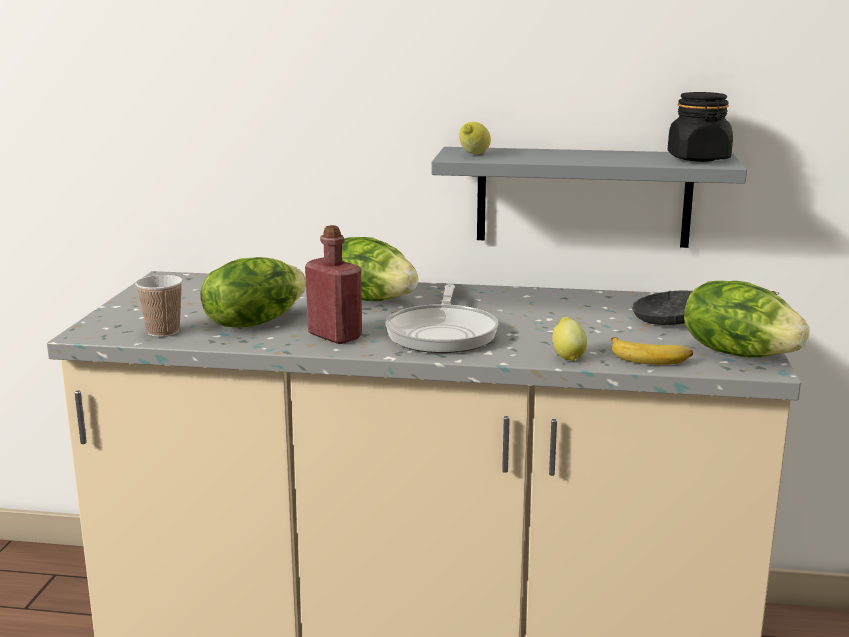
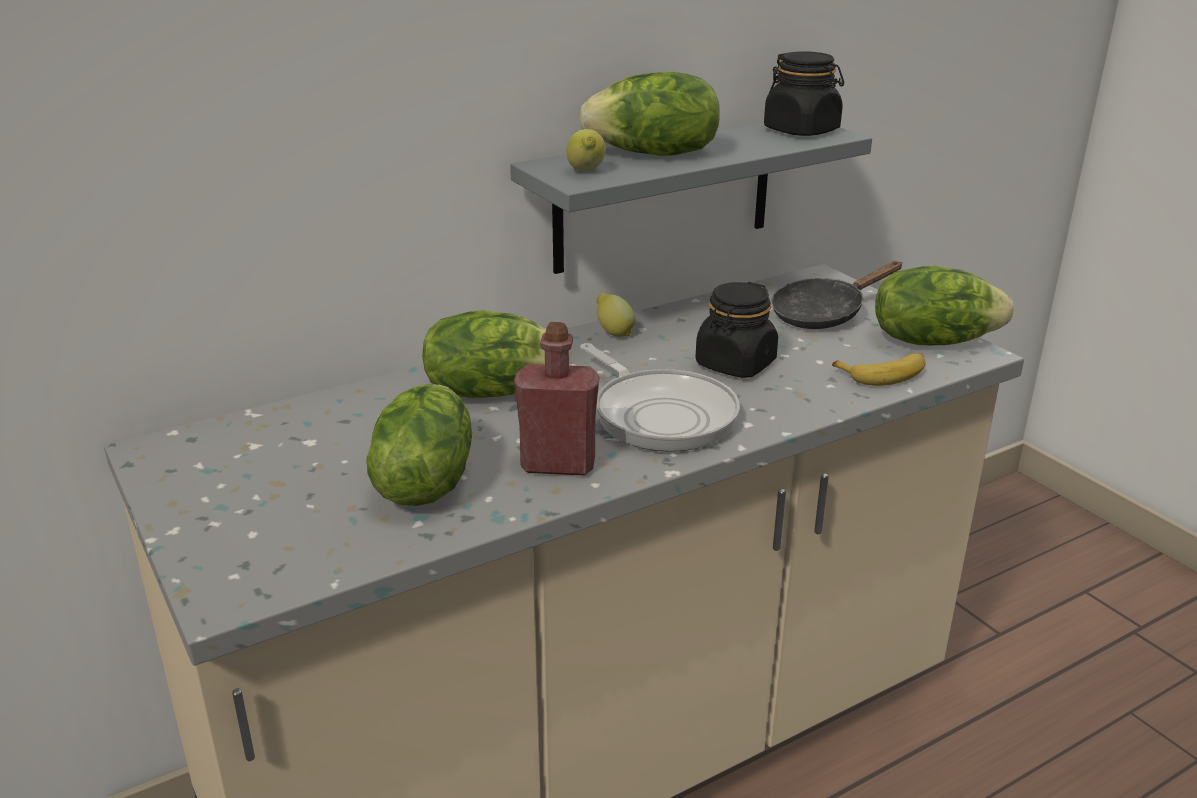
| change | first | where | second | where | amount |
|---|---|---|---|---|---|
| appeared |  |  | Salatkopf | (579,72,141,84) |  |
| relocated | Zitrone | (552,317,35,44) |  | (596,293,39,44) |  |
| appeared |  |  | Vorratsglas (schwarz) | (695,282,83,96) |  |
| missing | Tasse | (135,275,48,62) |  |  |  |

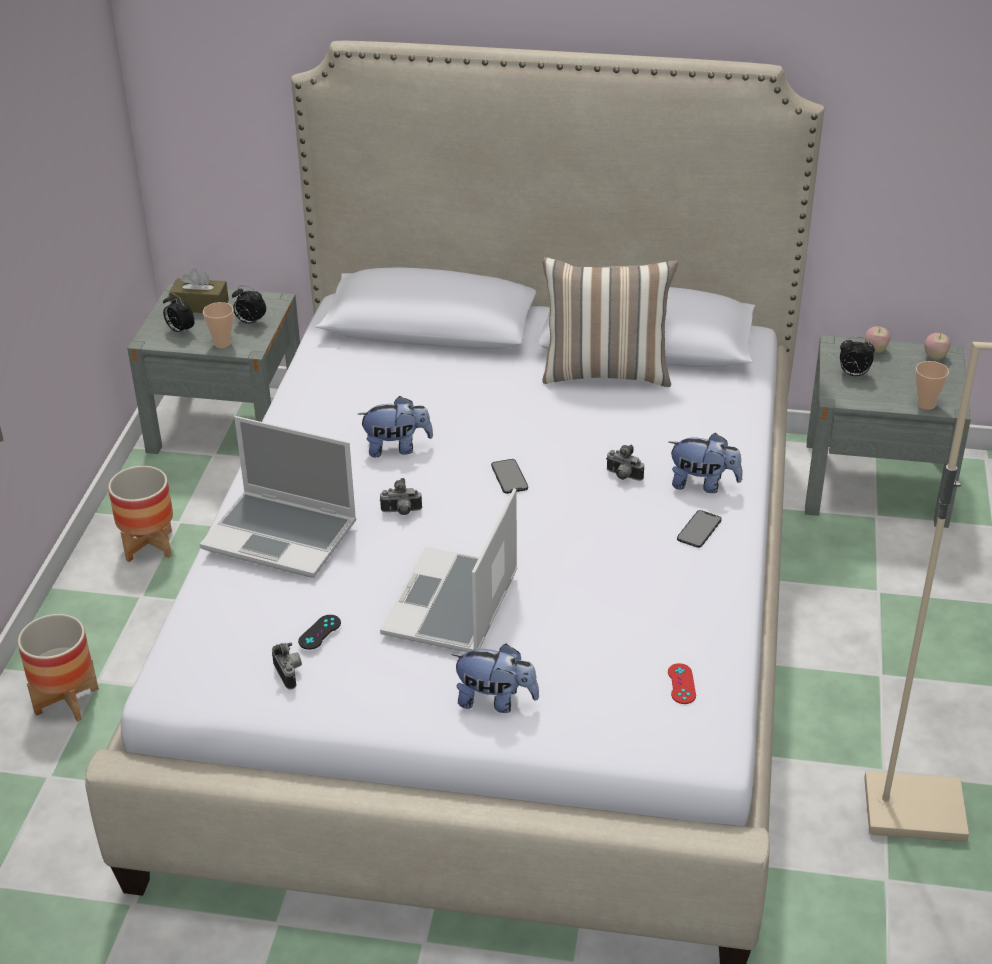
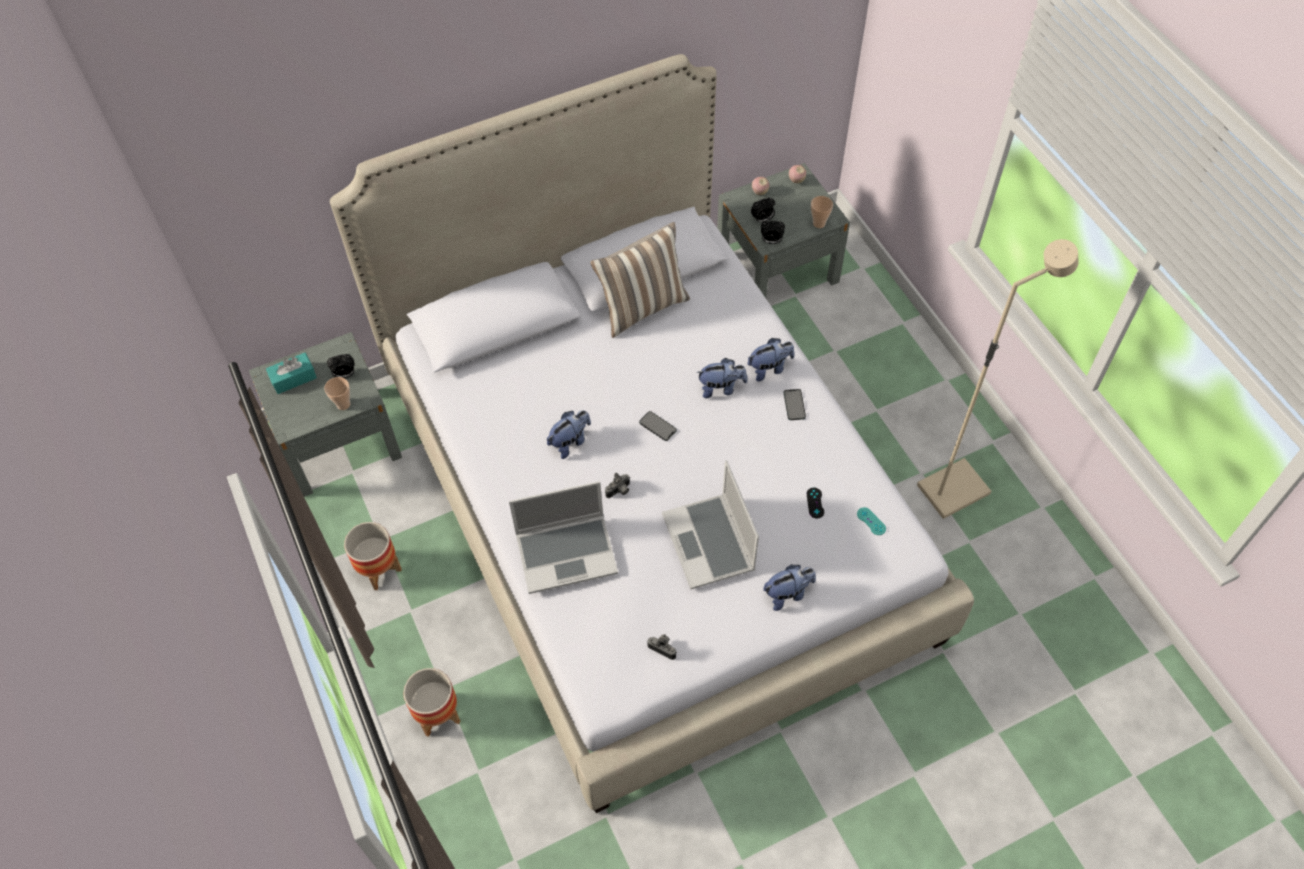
| change | first | where | second | where | amount |
|---|---|---|---|---|---|
| colour | Taschentuchbox (braun) | (169,268,60,45) | Taschentuchbox (türkis) | (266,353,51,41) |  |
| exchanged | Kamera | (606,445,38,36) | Plüschtier | (696,358,52,40) |  |
| relocated | Wecker | (163,293,32,42) |  | (761,220,24,24) |  |
| relocated | Gamepad (schwarz) | (298,615,43,35) |  | (807,488,17,31) |  |
| colour | Gamepad (rot) | (668,663,28,41) | Gamepad (türkis) | (857,507,29,28) |  |

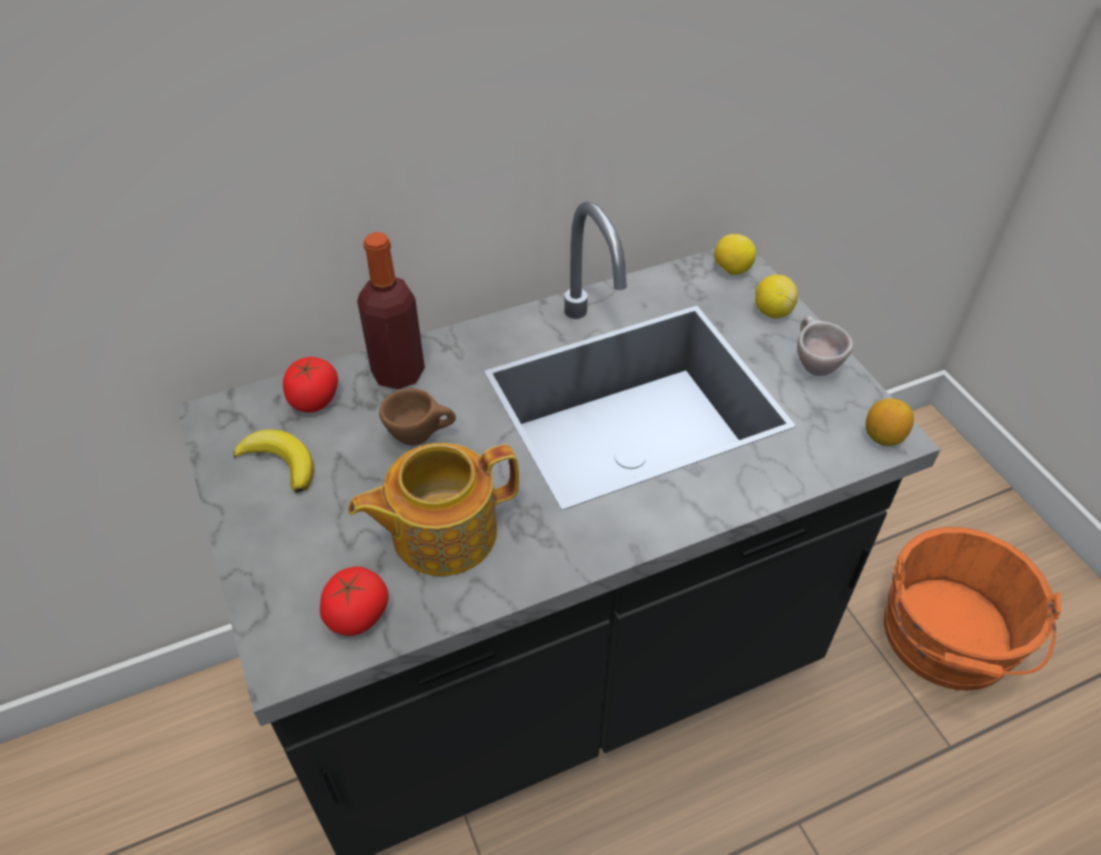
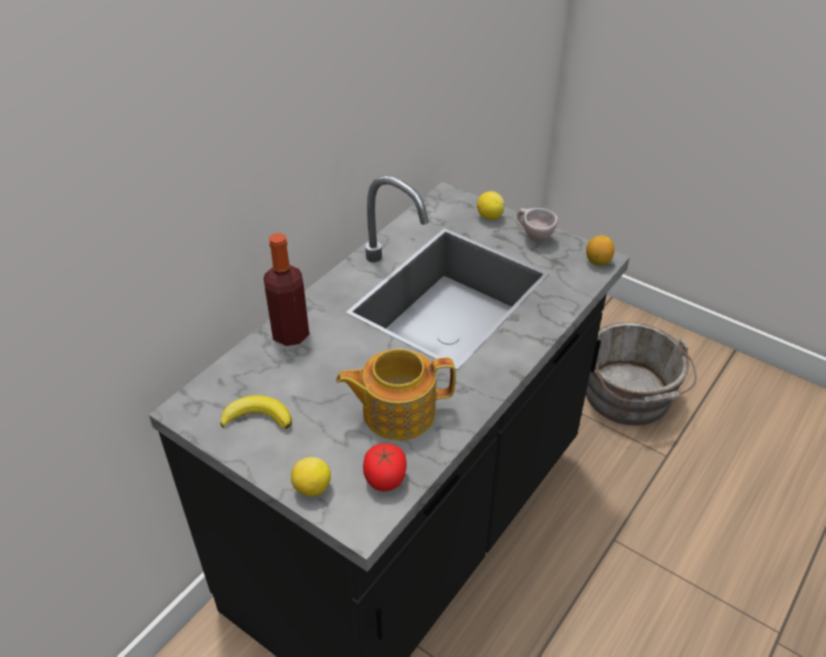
| change | first | where | second | where | amount |
|---|---|---|---|---|---|
| relocated | Zitrone | (714,234,42,41) |  | (291,457,40,40) |  |
| spun | Teekanne | (348,443,171,133) |  | (336,349,120,91) | 45 degrees clockwise |
| colour | Eimer (orange) | (884,527,177,164) | Eimer (grau) | (586,322,111,104) |  |
| missing | Tomate | (283,357,55,56) |  |  |  |
| missing | Tasse (braun) | (379,388,77,58) |  |  |  |

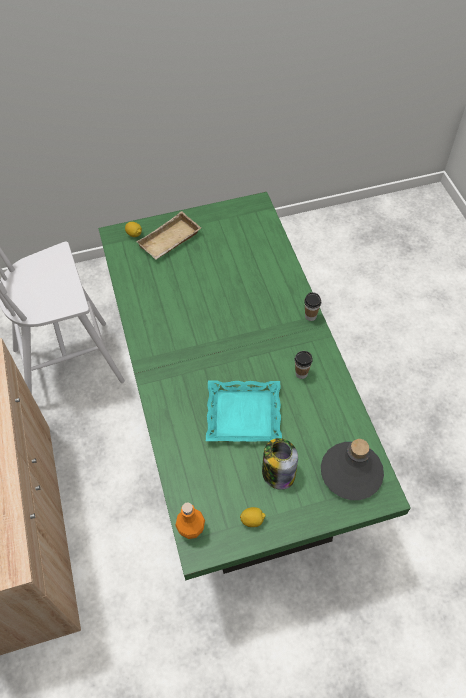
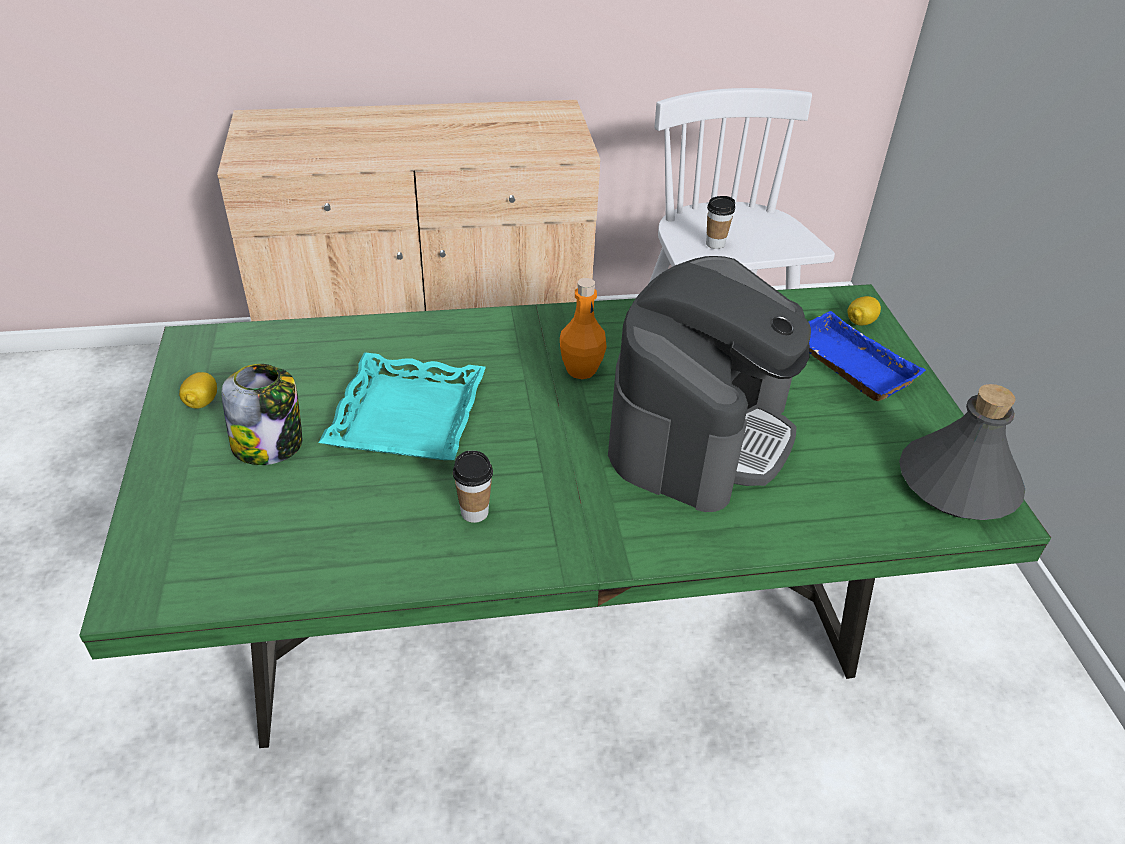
| change | first | where | second | where | amount |
|---|---|---|---|---|---|
| relocated | Flasche (orange) | (175,502,30,37) |  | (560,278,47,101) |  |
| appeared |  |  | Kaffeemaschine | (608,256,203,256) |  |
| relocated | Tasse | (304,292,17,29) |  | (706,196,29,53) |  |
| colour | Tablett (beige) | (136,211,65,49) | Tablett (blau) | (809,311,117,90) |  |
| relocated | Flasche (grau) | (321,439,63,61) |  | (899,384,126,136) |  |

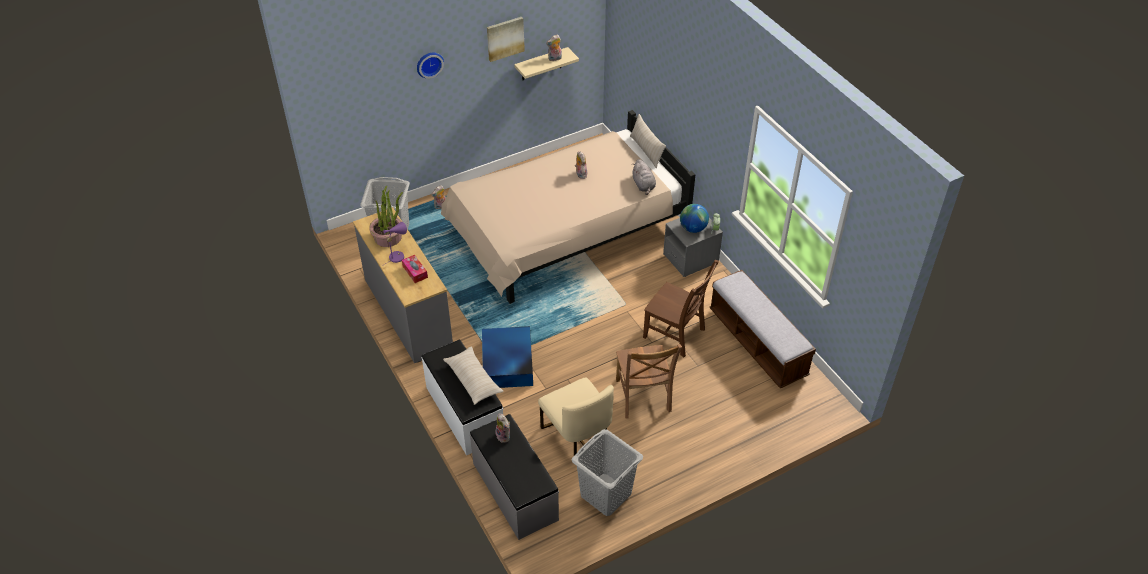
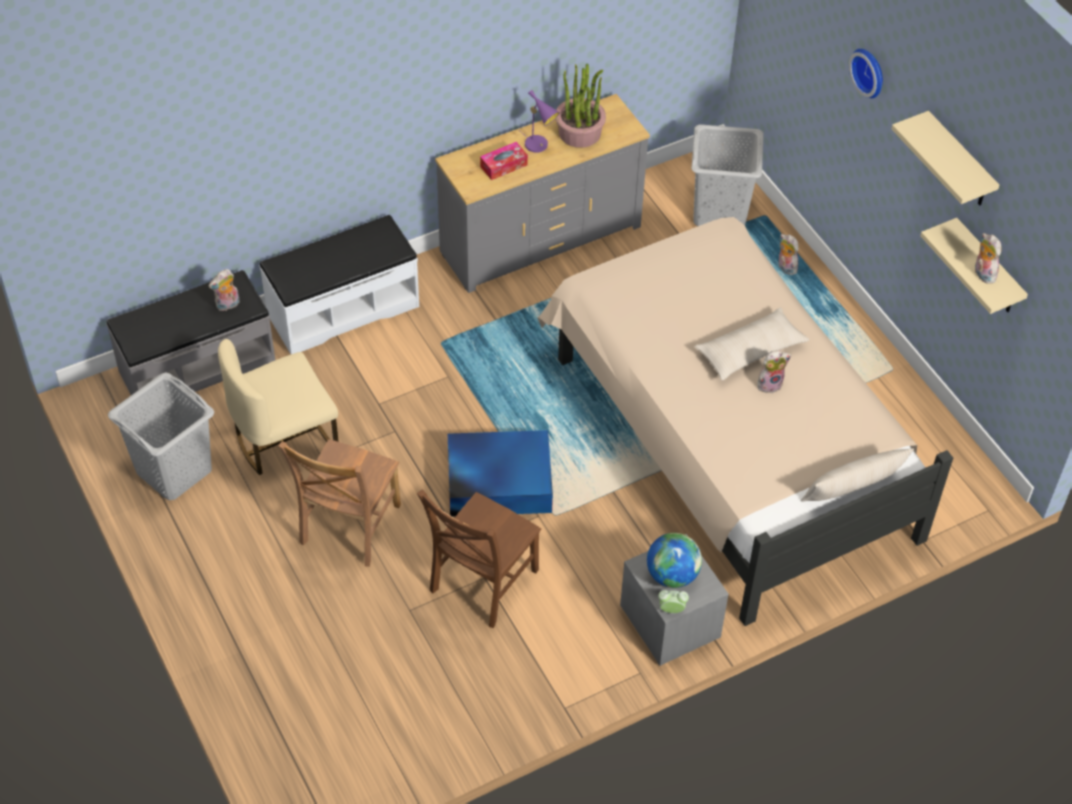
| change | first | where | second | where | amount |
|---|---|---|---|---|---|
| spun | Stuhl (braun) | (616,344,66,74) |  | (278,439,123,128) | 60 degrees counterclockwise |
| relocated | Aufbewahrungsbox (blau) | (482,326,51,62) |  | (448,430,105,86) |  |
| relocated | Kissen (beige) | (443,346,60,59) |  | (694,307,115,73) |  |
| exchanged | Bild | (487,17,38,45) | Wandregal (beige) | (892,111,107,94) |  |
| missing | Plüschtier (grau) | (632,159,24,36) |  |  |  |
| missing | Bank | (709,270,107,119) |  |  |  |

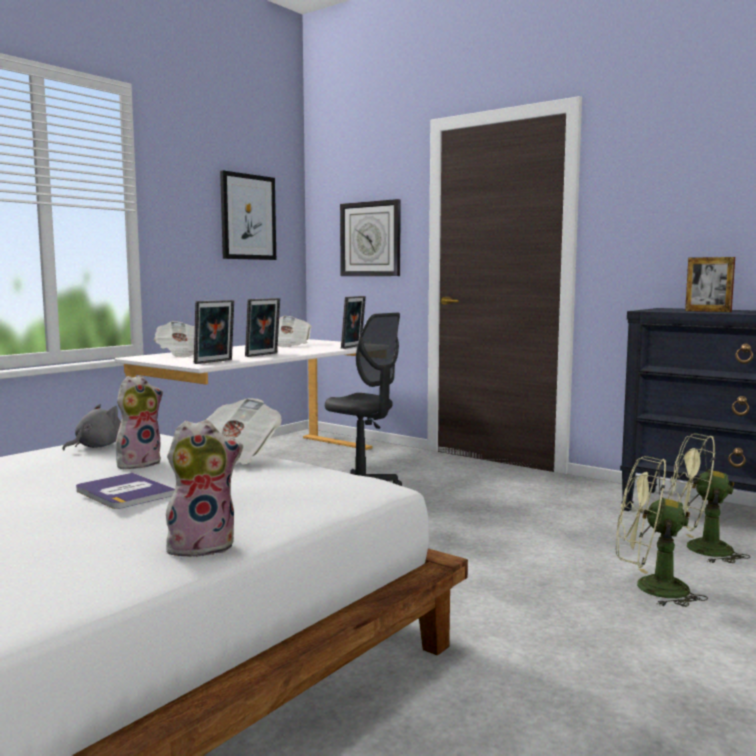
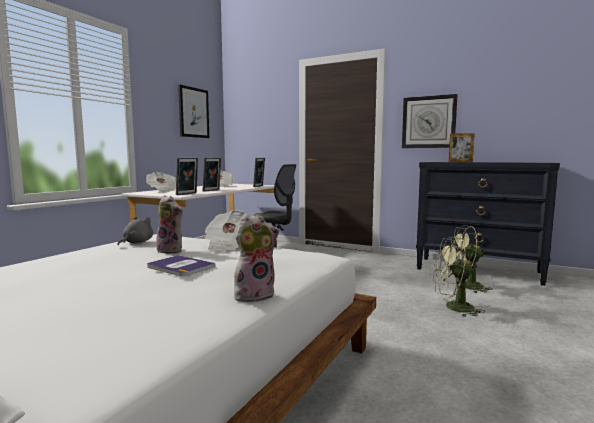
| change | first | where | second | where | amount |
|---|---|---|---|---|---|
| spun | Plüschtier | (116,375,47,94) |  | (156,195,27,59) | 90 degrees clockwise |
| relocated | Wanduhr | (340,199,61,77) |  | (402,94,56,54) |  |

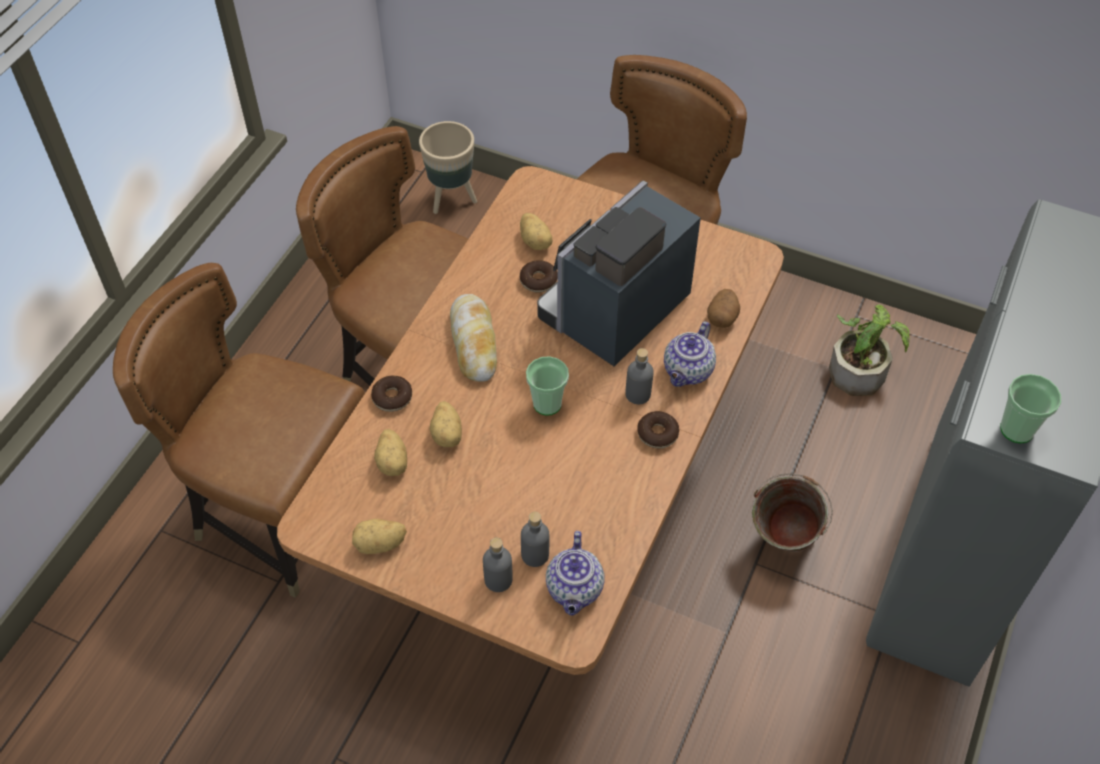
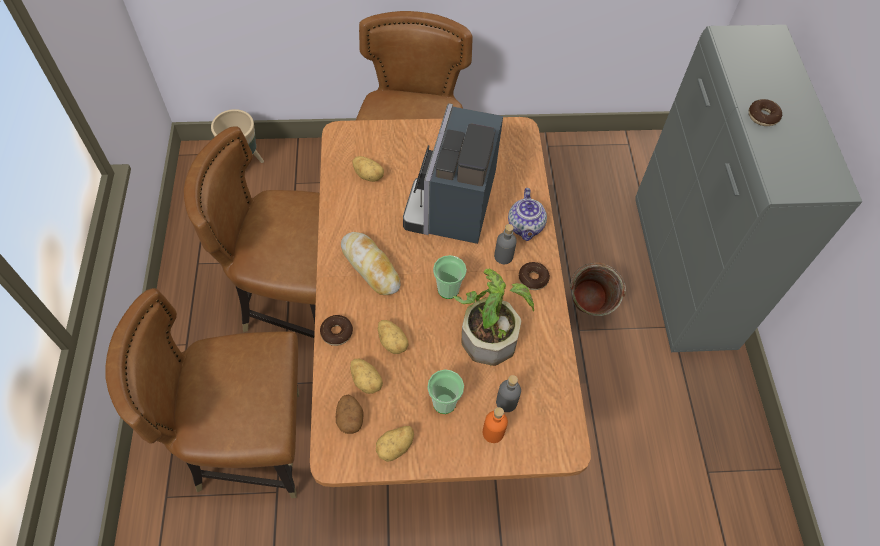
| change | first | where | second | where | amount |
|---|---|---|---|---|---|
| relocated | Kartoffel | (707,289,33,39) |  | (336,395,28,39) |  |
| relocated | Tasse | (1000,374,61,69) |  | (428,369,36,45) |  |
| relocated | Topfpflanze | (829,305,81,91) |  | (453,269,81,97) |  |
| colour | Flasche (grau) | (483,537,30,55) | Flasche (orange) | (483,407,25,36) |  |
| relocated | Donut | (520,260,37,33) |  | (749,99,33,27) |  |
| missing | Teekanne | (546,531,59,84) |  |  |  |

